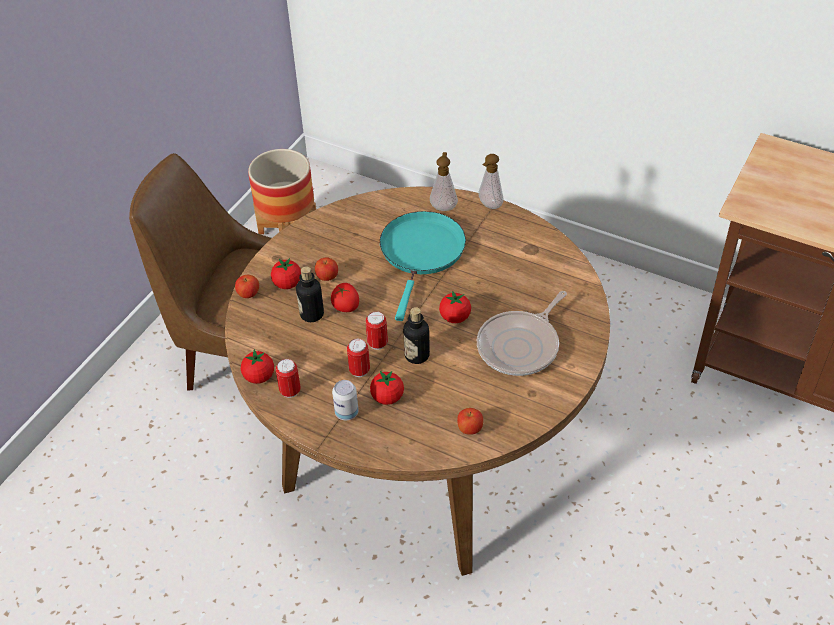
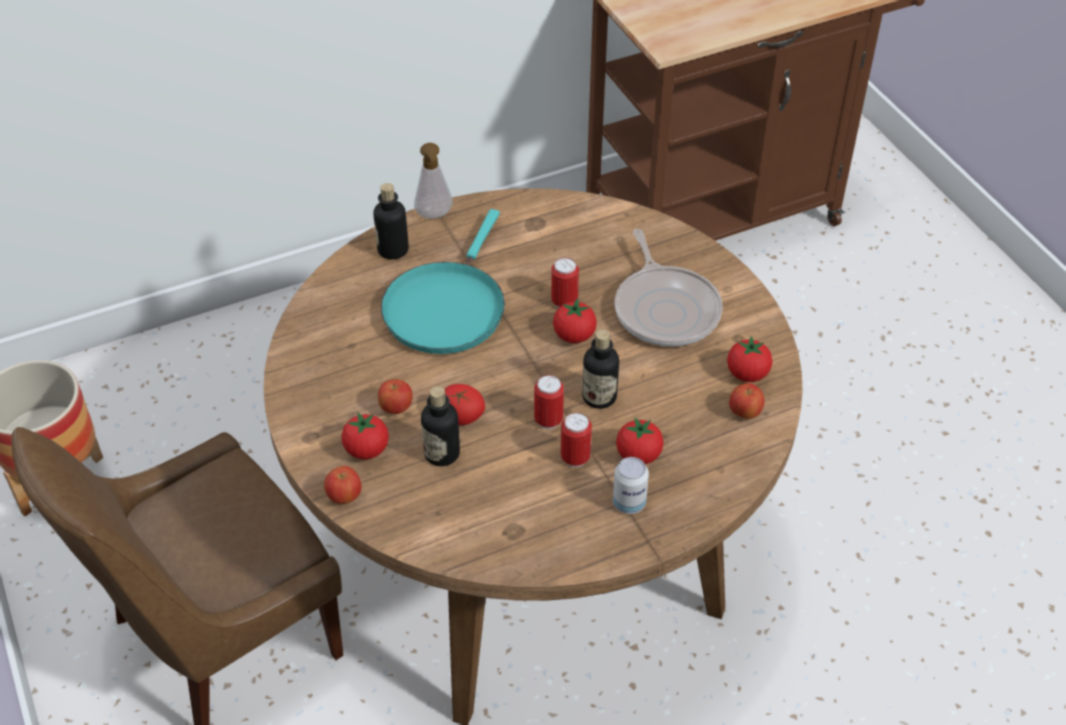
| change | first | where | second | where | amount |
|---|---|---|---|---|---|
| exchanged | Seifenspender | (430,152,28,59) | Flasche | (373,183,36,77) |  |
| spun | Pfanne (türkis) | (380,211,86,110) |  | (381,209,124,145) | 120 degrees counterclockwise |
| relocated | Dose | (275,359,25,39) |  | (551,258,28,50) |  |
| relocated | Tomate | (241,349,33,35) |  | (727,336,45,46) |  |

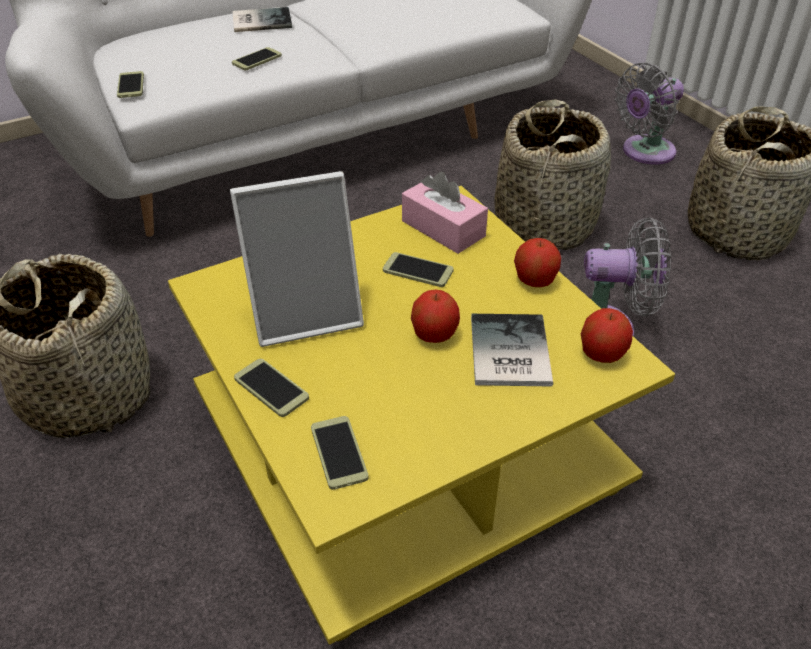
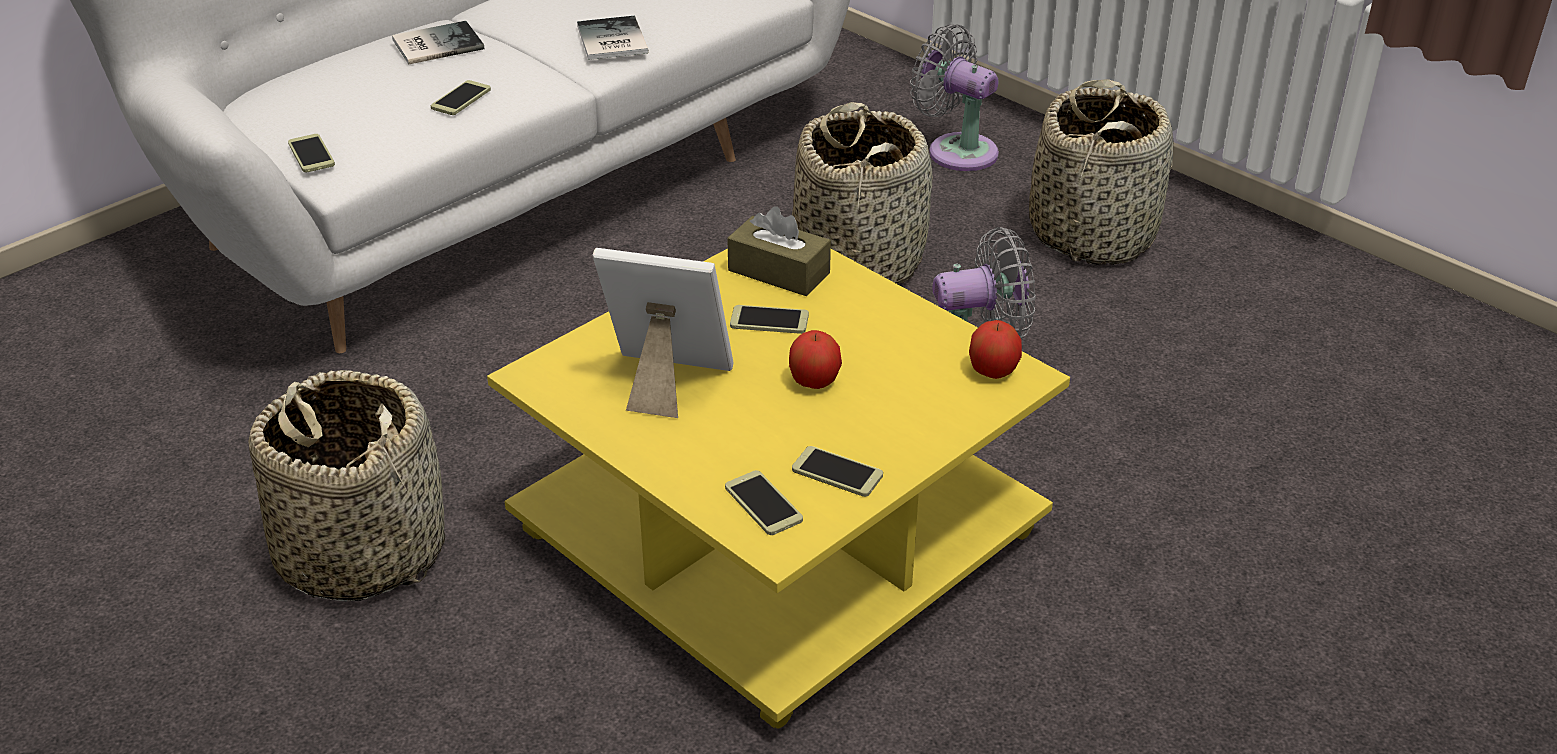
| change | first | where | second | where | amount |
|---|---|---|---|---|---|
| relocated | Buch | (471,314,82,73) |  | (577,16,72,44) |  |
| spun | Bilderrahmen | (230,171,134,176) |  | (592,248,141,170) | 135 degrees counterclockwise |
| colour | Taschentuchbox (rosa) | (402,172,86,82) | Taschentuchbox (braun) | (727,206,104,90) |  |
| relocated | Handy | (234,359,75,58) |  | (792,446,91,51) |  |
| spun | Ventilator (grau) | (615,63,69,101) |  | (910,24,89,147) | 90 degrees clockwise |
| missing | Apfel | (514,238,47,49) |  |  |  |

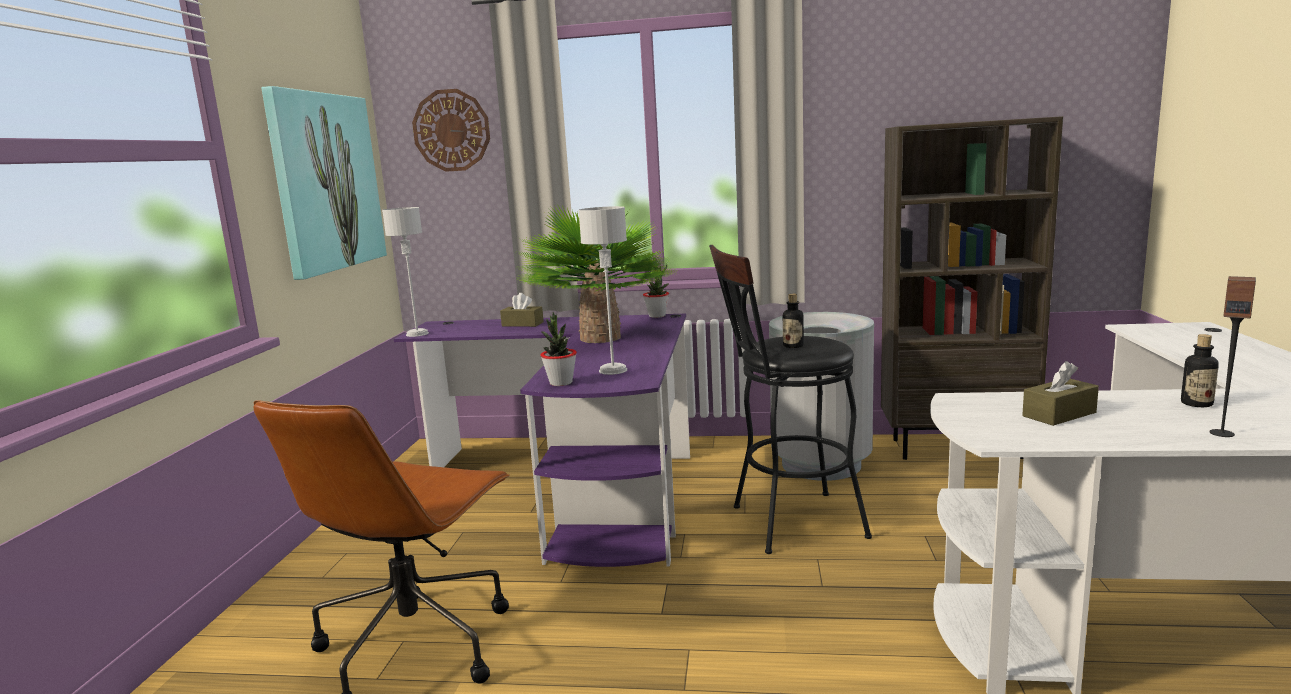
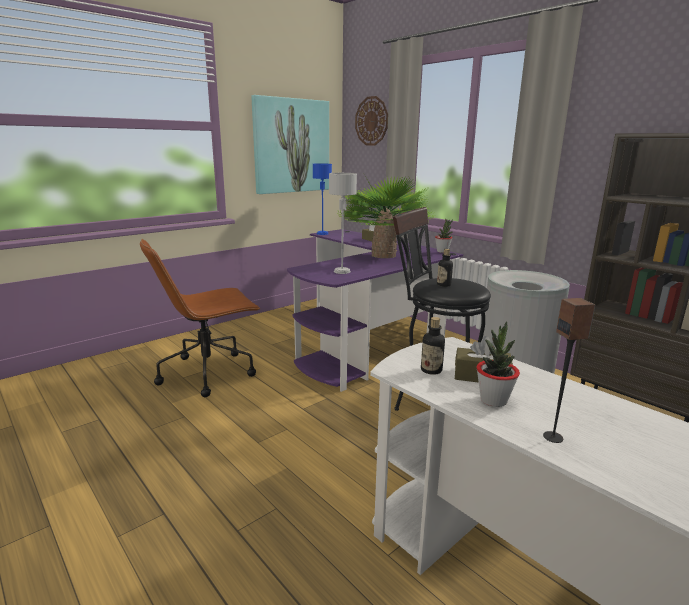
| change | first | where | second | where | amount |
|---|---|---|---|---|---|
| colour | Tischlampe (grau) | (382,207,47,130) | Tischlampe (blau) | (313,163,19,72) |  |
| relocated | Flasche | (1181,334,38,73) |  | (421,317,24,58) |  |
| relocated | Topfpflanze | (540,312,37,74) |  | (476,322,44,85) |  |

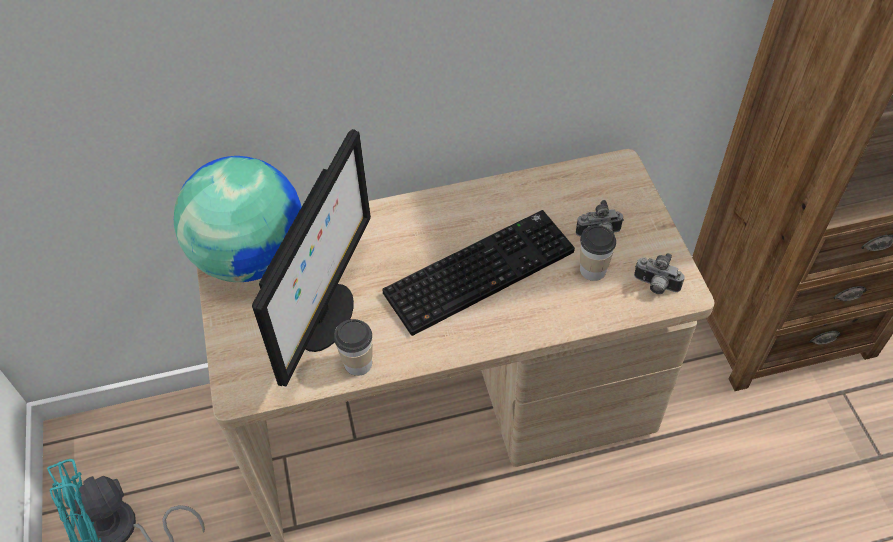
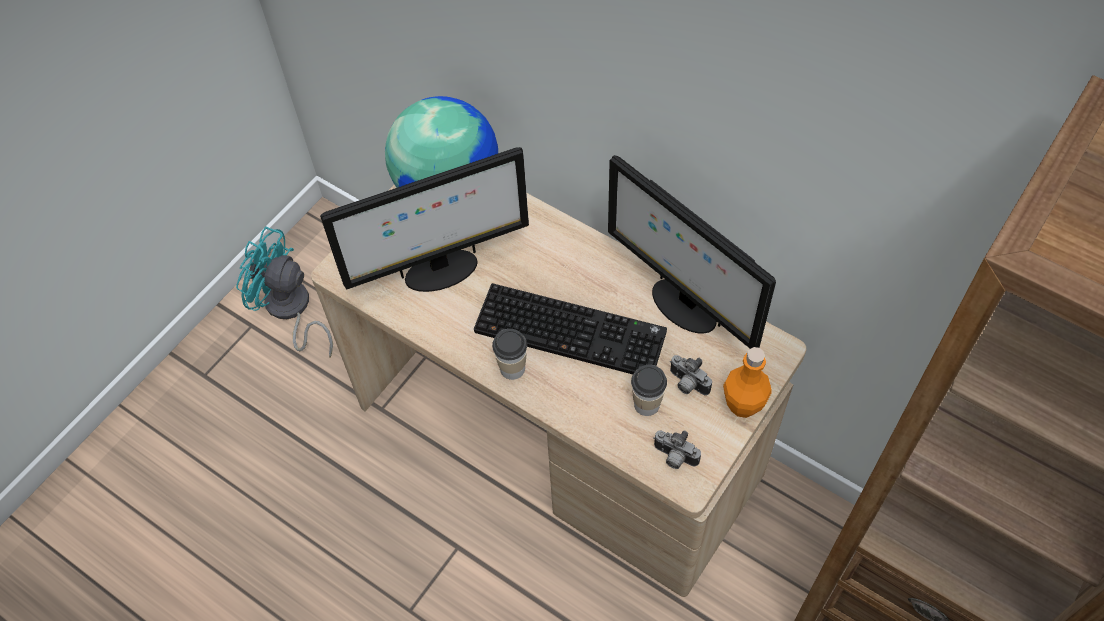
| change | first | where | second | where | amount |
|---|---|---|---|---|---|
| relocated | Tasse | (334,319,39,57) |  | (492,329,35,51) |  |
| appeared |  |  | Monitor | (608,155,168,194) |  |
| spun | Kamera | (634,253,50,41) |  | (653,431,48,38) | 45 degrees counterclockwise |
| appeared |  |  | Flasche (orange) | (723,347,49,71) |  |

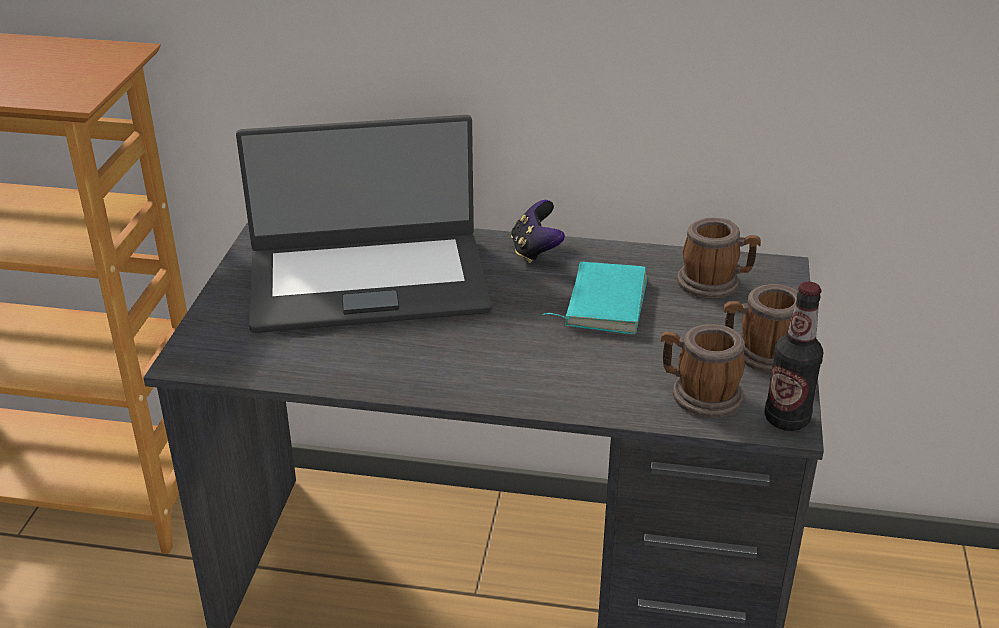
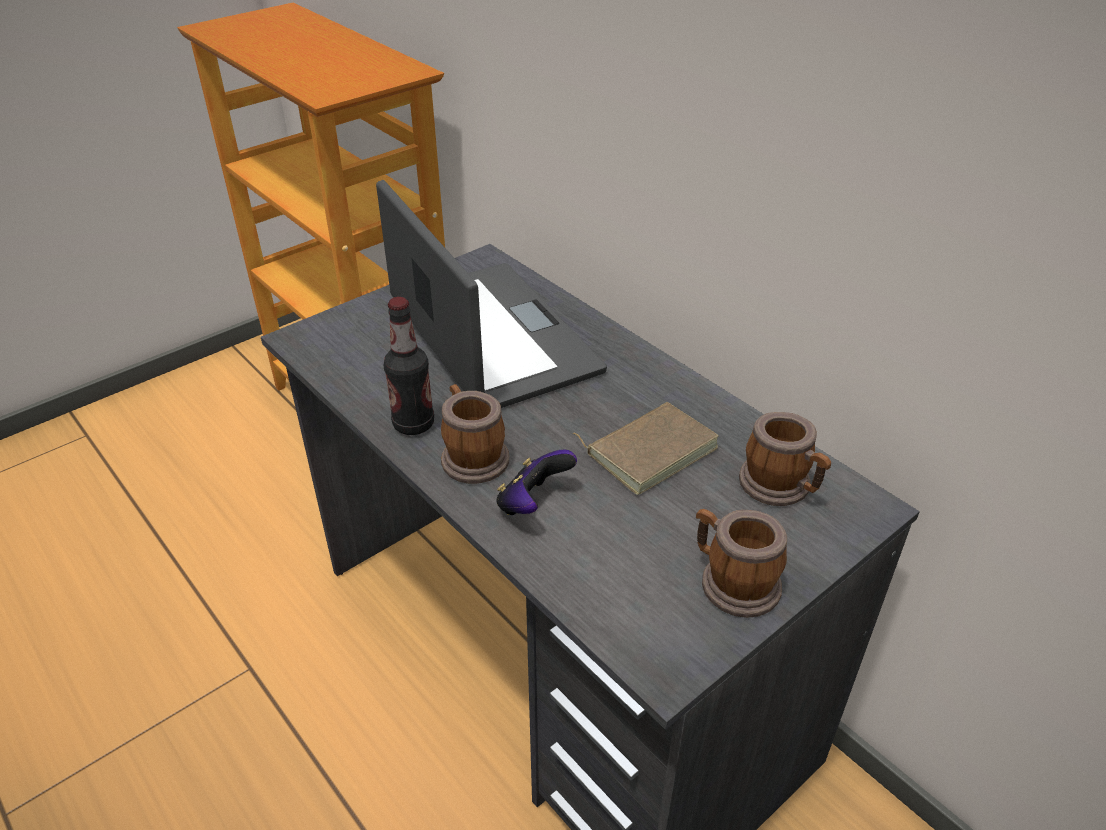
| change | first | where | second | where | amount |
|---|---|---|---|---|---|
| spun | Laptop | (236,115,256,218) |  | (376,180,231,228) | 150 degrees counterclockwise |
| relocated | Flasche | (764,282,59,149) |  | (384,297,50,138) |  |
| relocated | Henkelbecher | (661,324,84,94) |  | (441,384,68,100) |  |
| relocated | Gamepad | (511,200,54,63) |  | (496,450,81,65) |  |
| colour | Buch (türkis) | (542,262,105,72) | Buch (braun) | (572,402,147,93) |  |

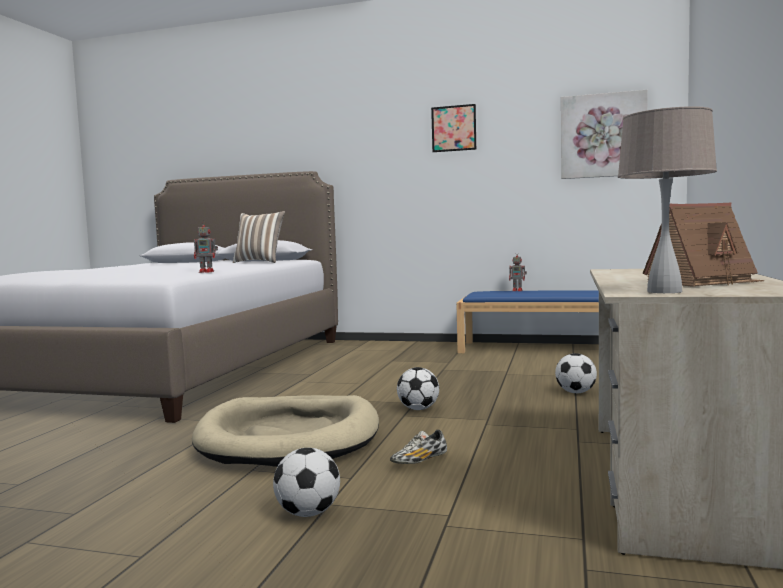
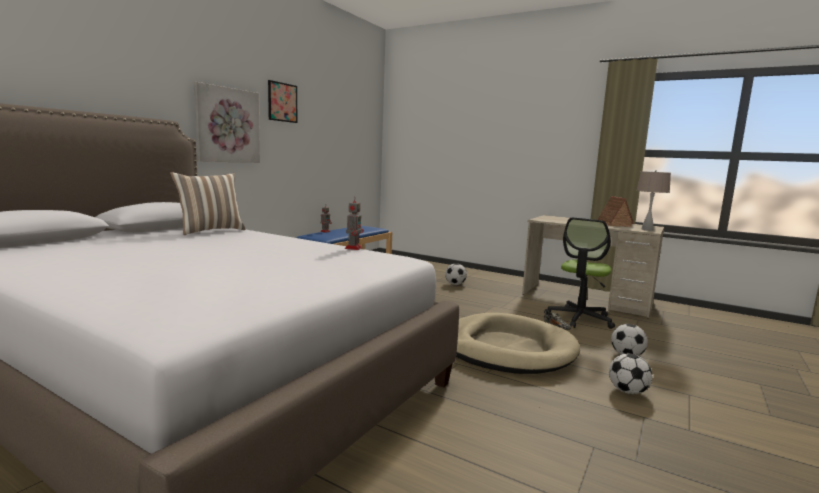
| change | first | where | second | where | amount |
|---|---|---|---|---|---|
| relocated | Bild | (561,90,87,89) |  | (194,82,66,81) |  |
| appeared |  |  | Bürostuhl | (544,217,71,112) |  |
| relocated | Fußball | (397,367,42,43) |  | (609,354,43,40) |  |

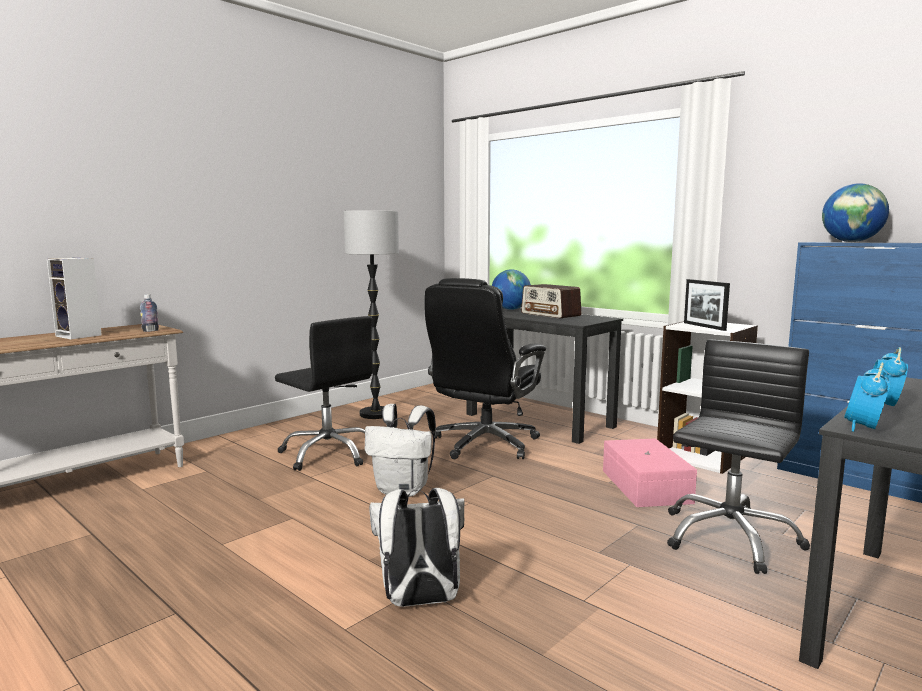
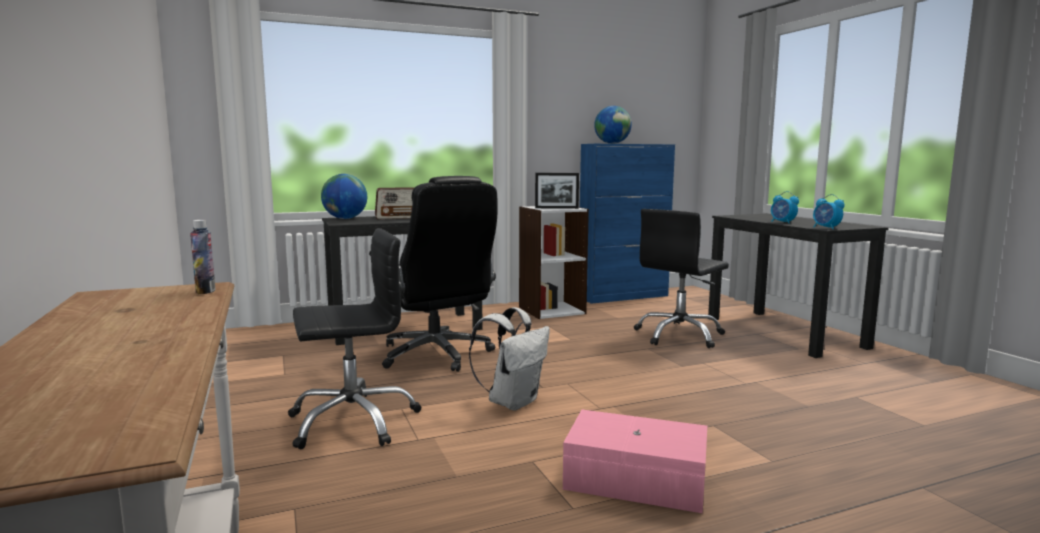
| change | first | where | second | where | amount |
|---|---|---|---|---|---|
| relocated | Aufbewahrungsbox (rosa) | (603,438,94,69) |  | (563,410,144,103) |  |
| spun | Bürostuhl (schwarz) | (667,340,143,234) |  | (634,209,95,139) | 105 degrees counterclockwise |
| missing | Lautsprecher | (47,258,55,81) |  |  |  |
| missing | Stehlampe | (344,210,55,209) |  |  |  |
| missing | Rucksack (weiß) | (369,488,96,119) |  |  |  |

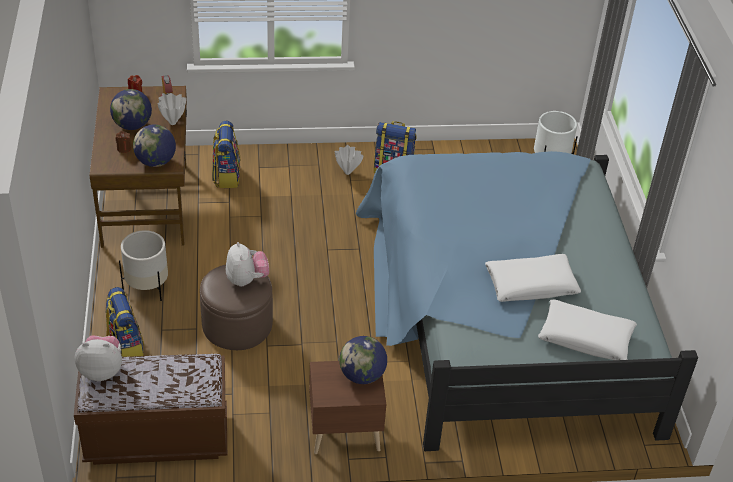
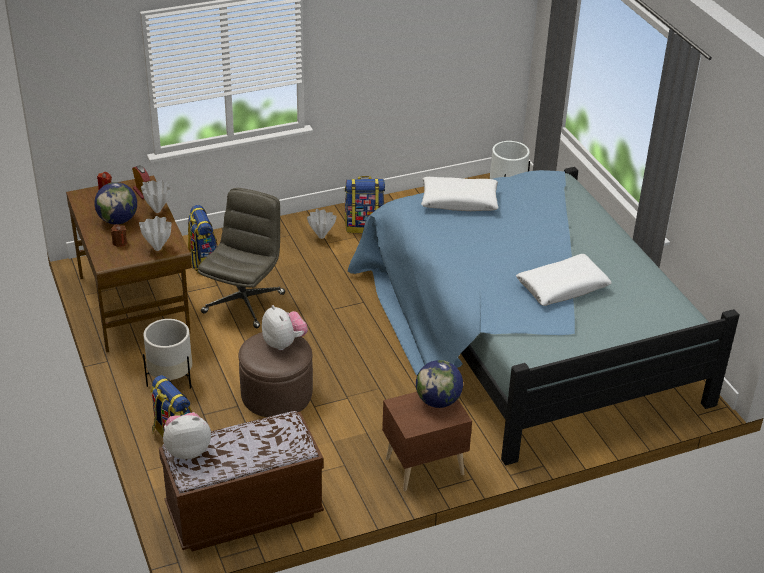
| change | first | where | second | where | amount |
|---|---|---|---|---|---|
| exchanged | Globus | (133,125,43,42) | Vase (weiß) | (139,216,32,35) |  |
| appeared |  |  | Bürostuhl (grau) | (198,188,87,140) |  |
| relocated | Kissen (weiß) | (538,299,99,61) |  | (421,177,78,34) |  |

